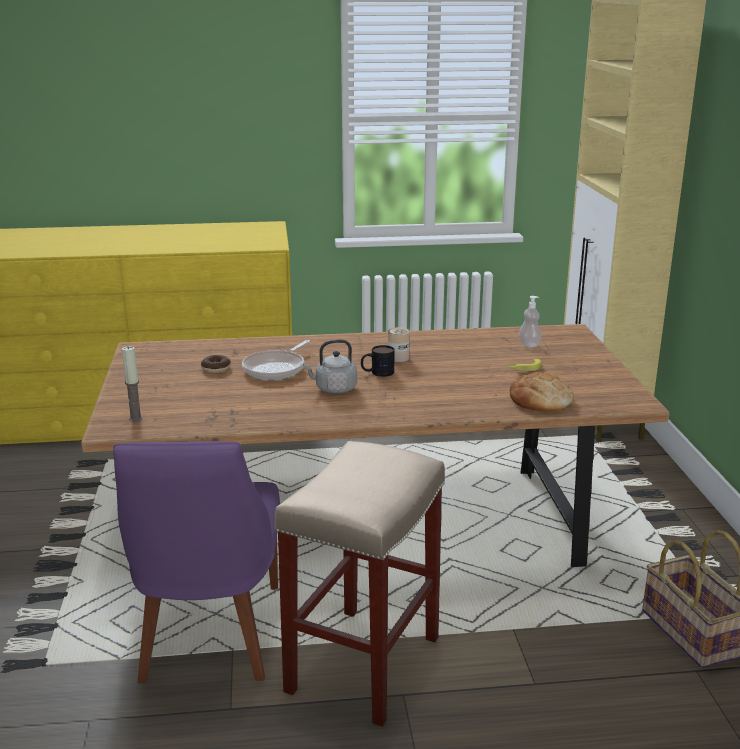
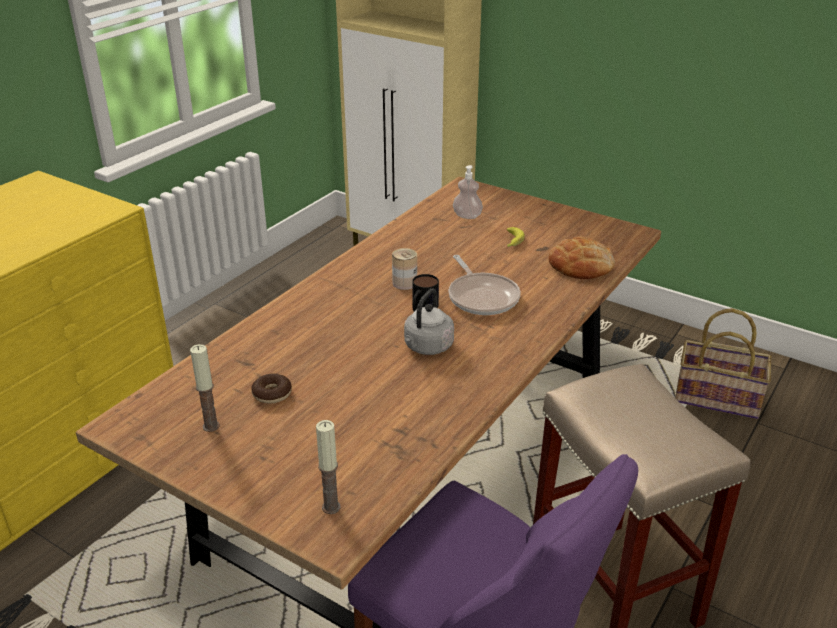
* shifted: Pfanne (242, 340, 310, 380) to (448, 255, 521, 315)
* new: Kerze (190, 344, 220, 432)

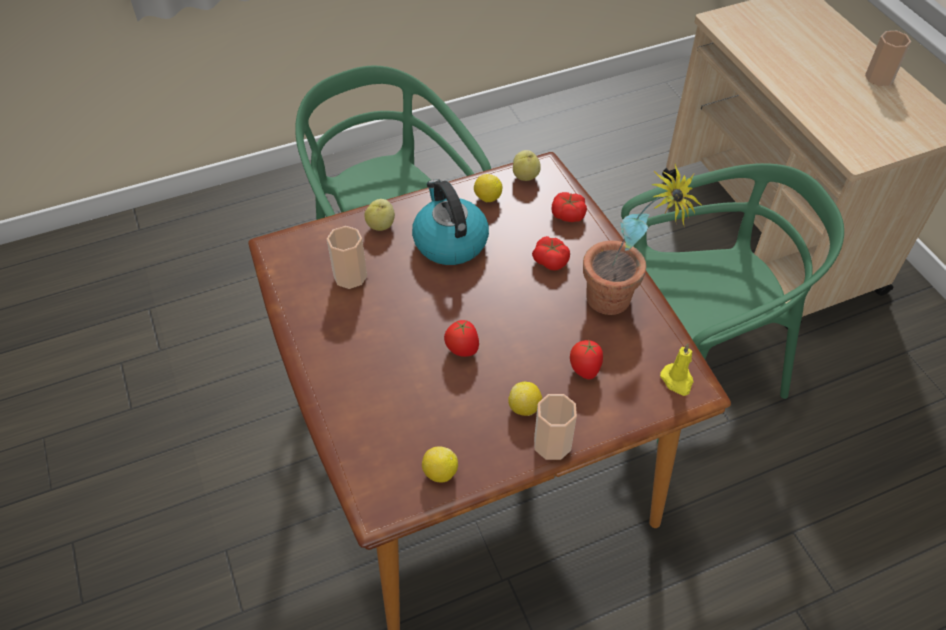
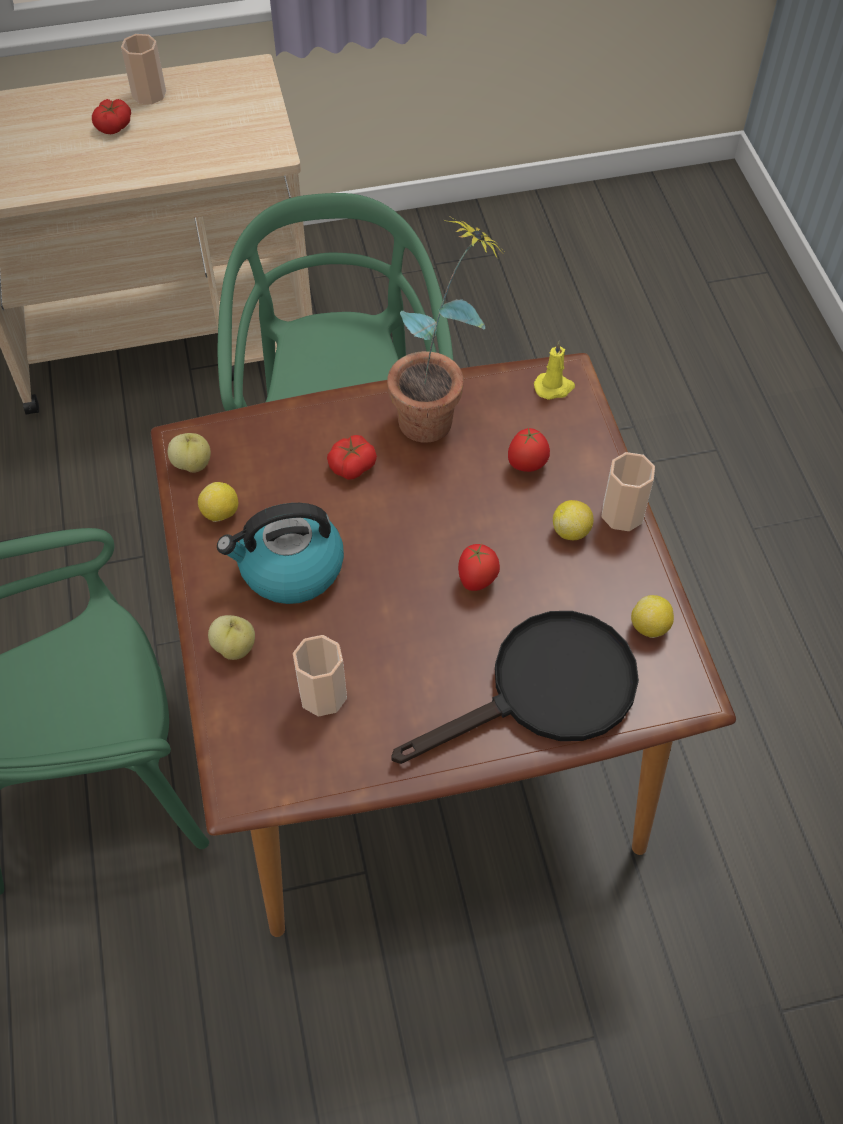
* shifted: Tomate (552, 192, 587, 222) to (92, 99, 131, 134)
* new: Pfanne/schwarz (391, 611, 639, 764)

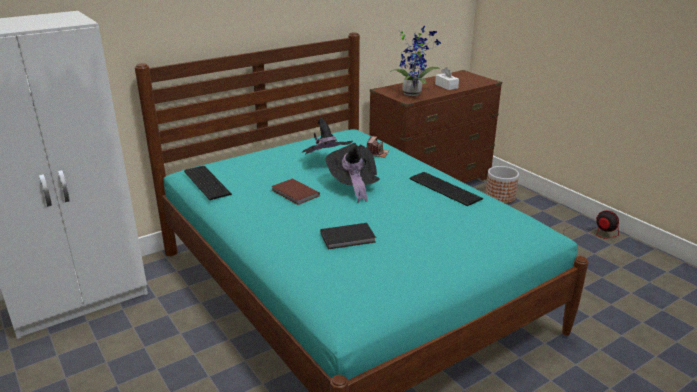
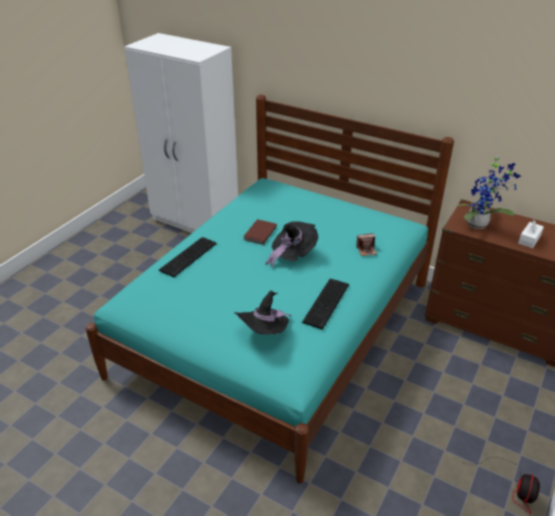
* shifted: Hut/schwarz (302, 117, 353, 155) to (234, 290, 292, 334)
* shifted: Tastatur (184, 166, 232, 200) to (159, 237, 217, 277)
* gone: Pflanzkübel (485, 166, 519, 203)
* gone: Buch/schwarz (320, 223, 376, 250)

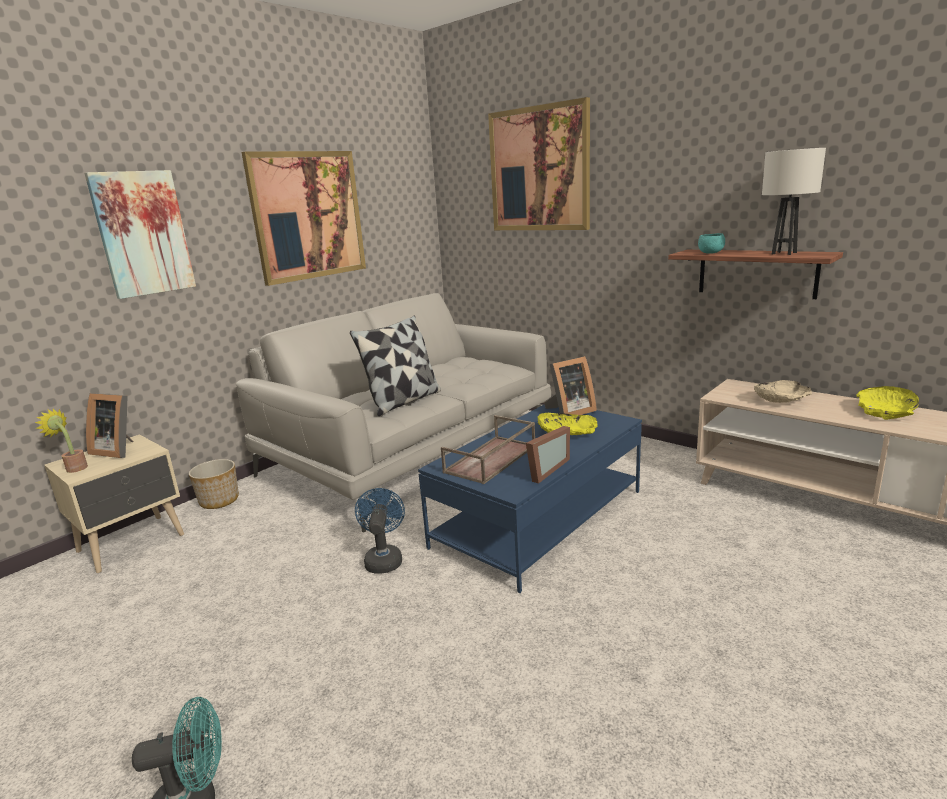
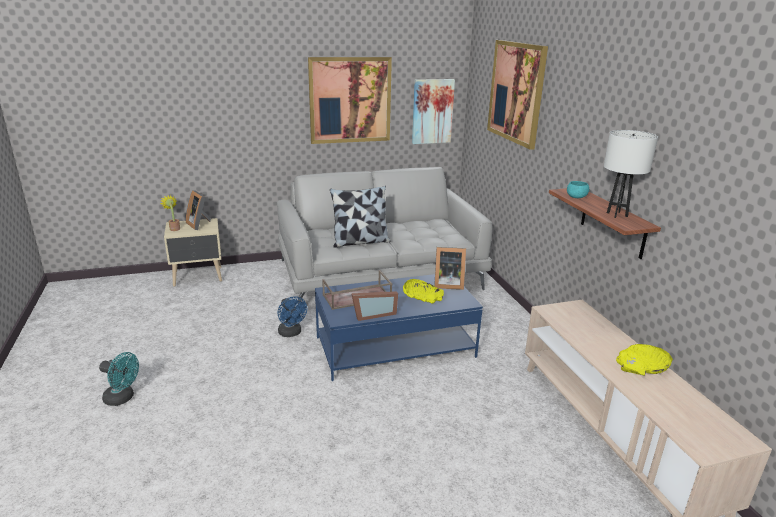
* shifted: Bild (84, 170, 196, 299) to (412, 79, 455, 144)
* gone: Schüssel/beige (754, 380, 812, 403)
* gone: Pflanzkübel (189, 459, 239, 509)
* rotated: Ventilator/blau (355, 488, 405, 573) = (277, 296, 307, 337) 120 degrees clockwise

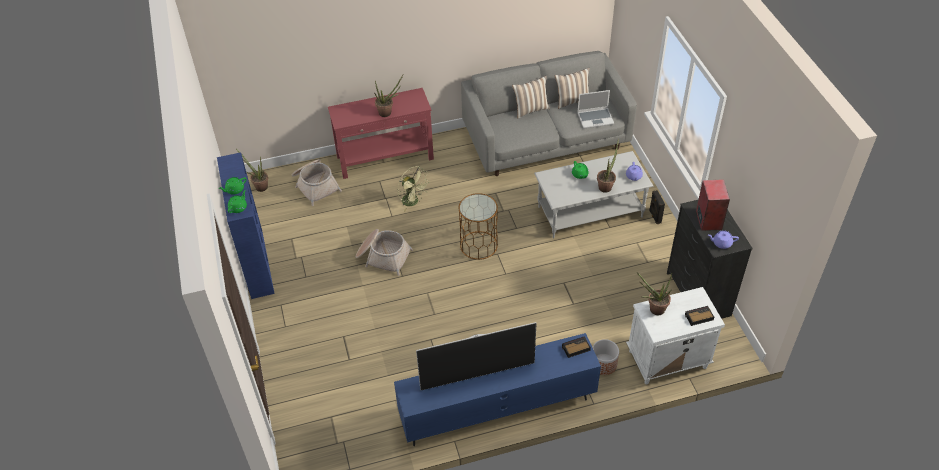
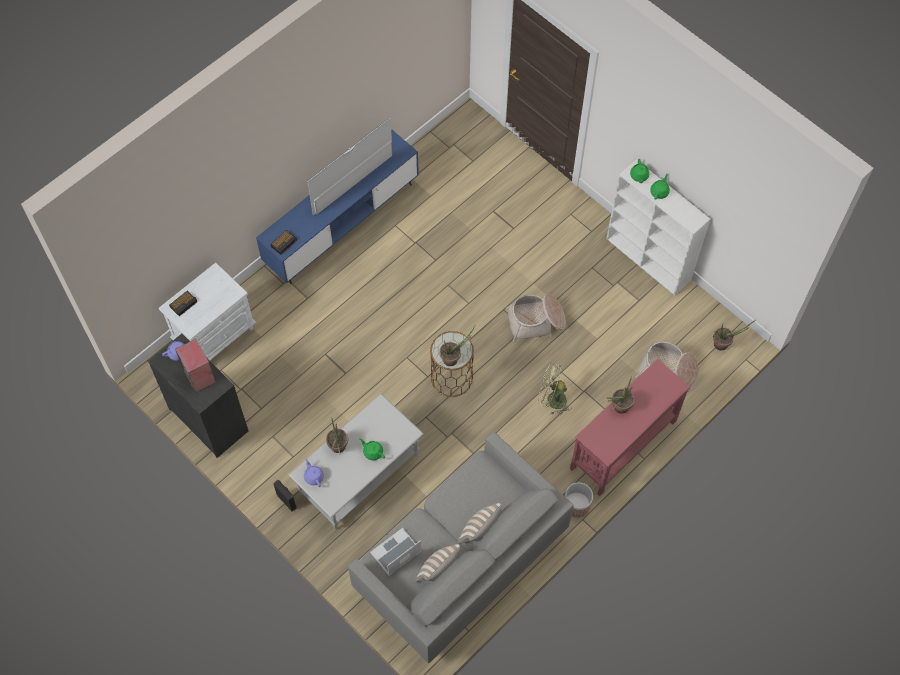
* repainted: Bücherregal/blau (217, 152, 275, 299) to Bücherregal/weiß (606, 160, 710, 295)
* shifted: Topfpflanze (637, 273, 672, 315) to (440, 326, 475, 366)
* shifted: Pflanzkübel (592, 339, 619, 375) to (565, 482, 593, 517)

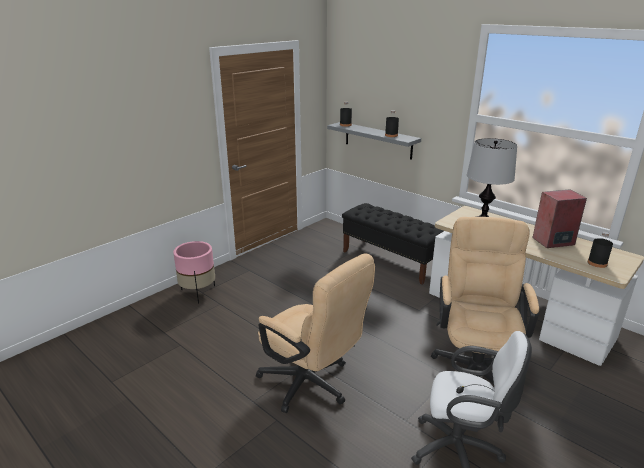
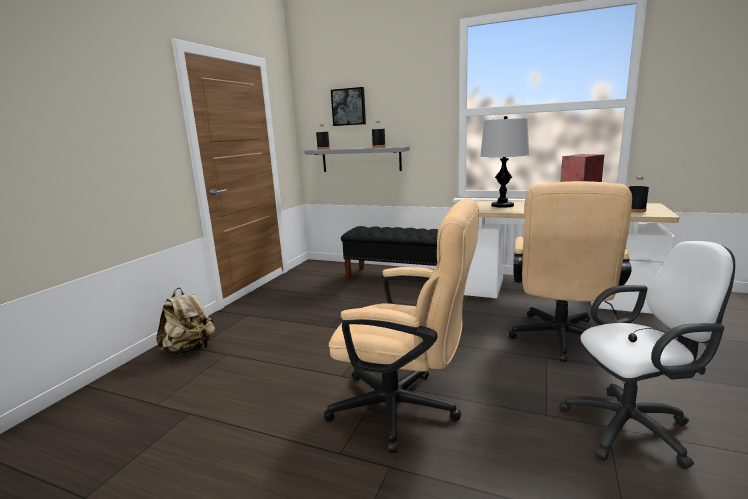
* rotated: Bürostuhl/beige (431, 217, 539, 385) = (508, 181, 632, 362) 150 degrees counterclockwise
* swapped: Pflanzkübel/rosa (173, 241, 215, 303) to Rucksack/beige (156, 288, 215, 354)
* new: Bild (331, 87, 366, 126)

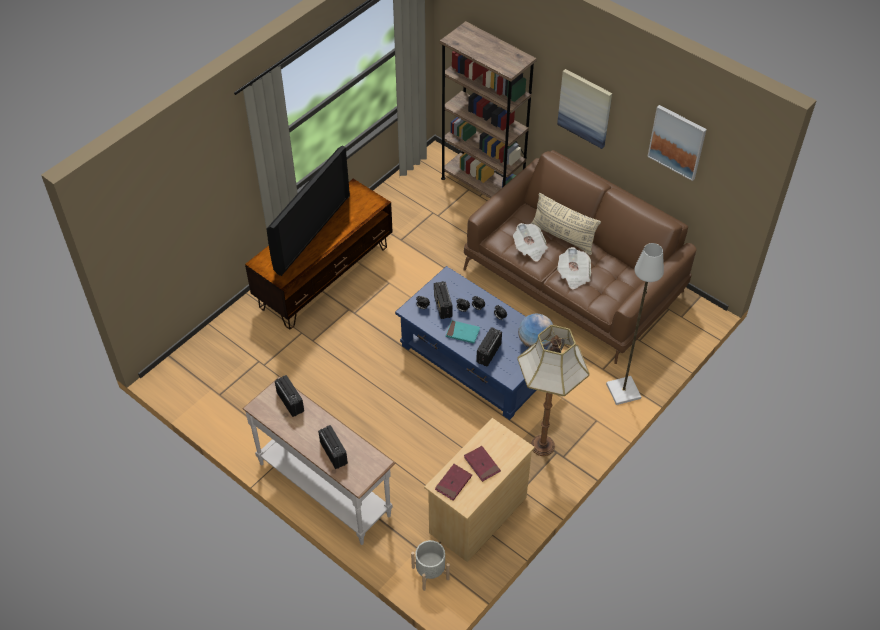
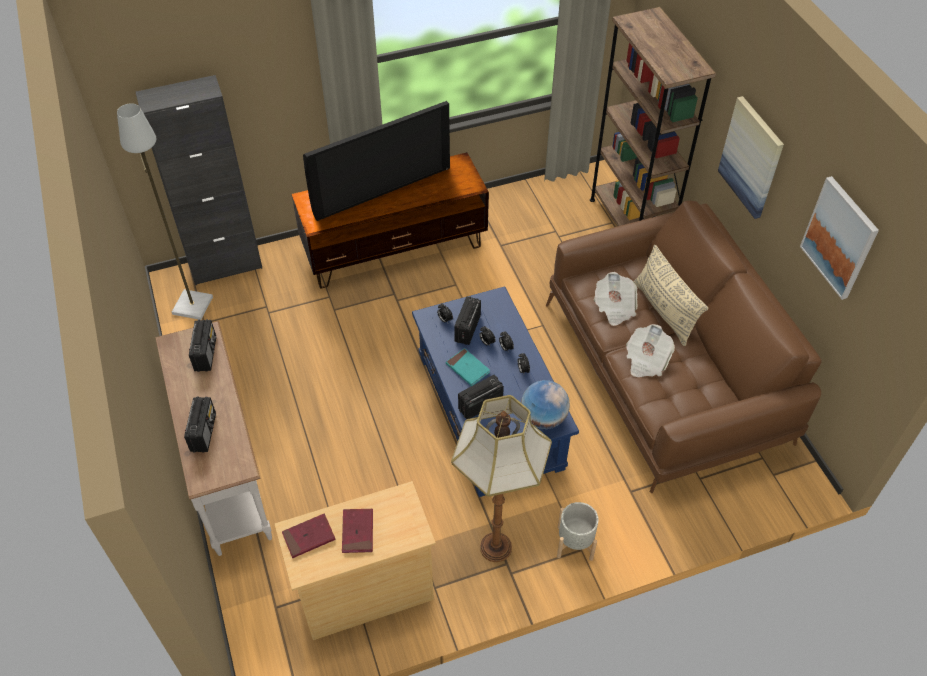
* shifted: Stehlampe/grau (606, 243, 664, 405) to (117, 103, 213, 320)
* shifted: Pflanzkübel/grau (411, 540, 450, 591) to (557, 502, 599, 561)
* new: Schrank/schwarz (136, 75, 263, 285)

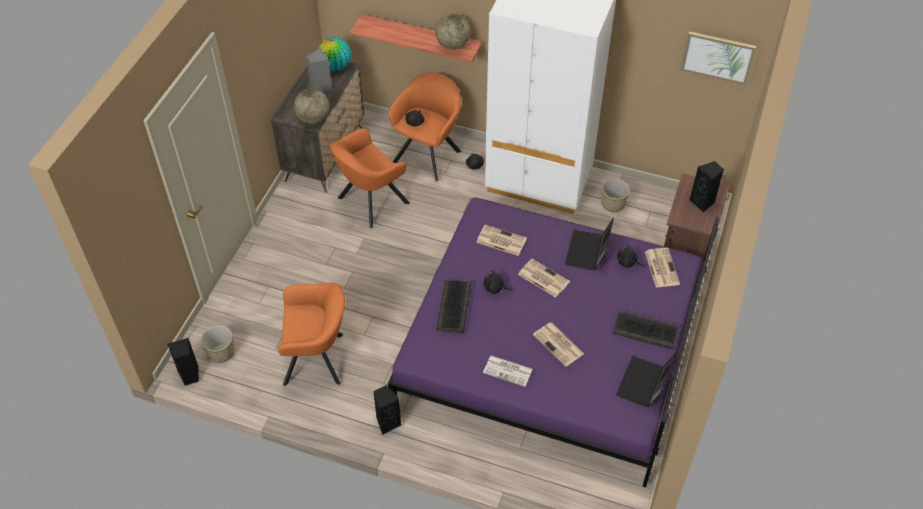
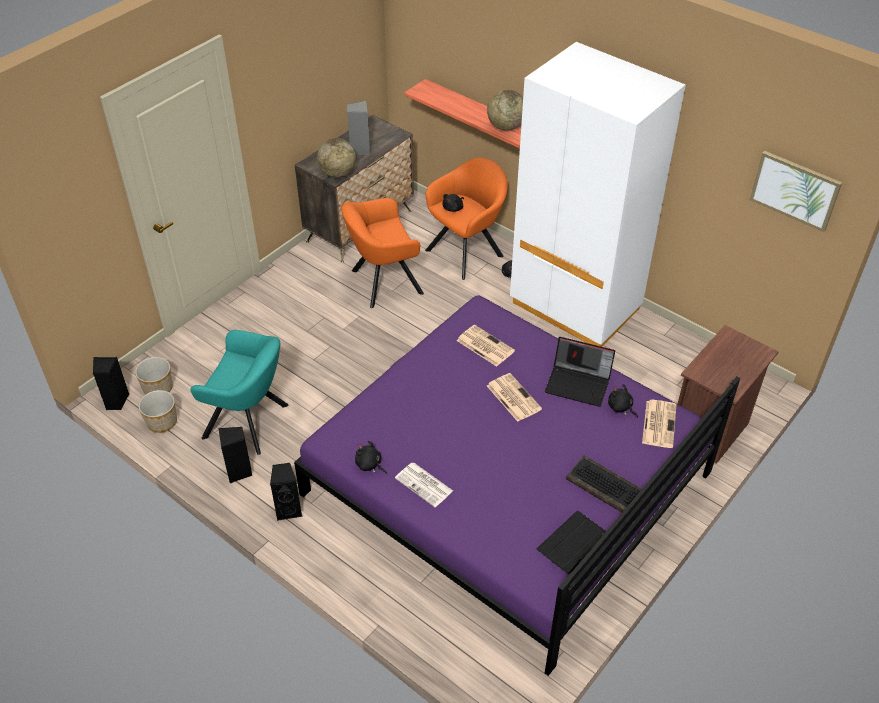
* gone: Globus (319, 37, 351, 71)
* shifted: Lautsprecher/schwarz (690, 161, 724, 213) to (218, 427, 252, 483)
* shifted: Pflanzkübel (601, 179, 630, 212) to (138, 390, 177, 433)
* rotated: Laptop (565, 218, 614, 270) = (545, 337, 615, 406) 105 degrees counterclockwise
* shifted: Plüschtier/schwarz (484, 270, 512, 294) to (355, 441, 387, 474)
* gone: Tastatur (436, 280, 471, 333)
* repainted: Sessel/orange (277, 283, 345, 386) to Sessel/türkis (190, 330, 288, 455)
* gone: Zeitung (533, 323, 584, 367)

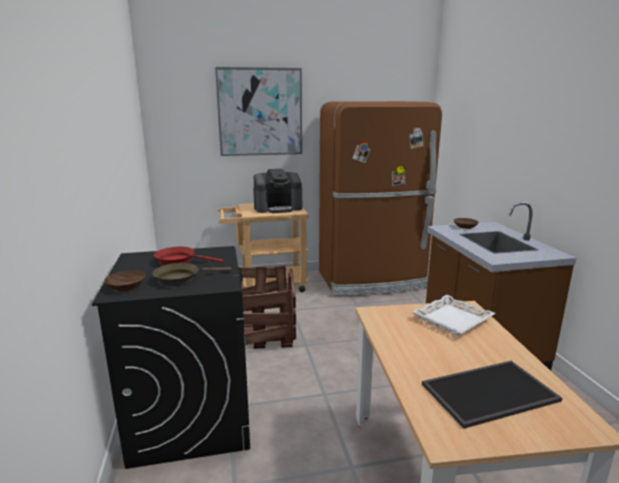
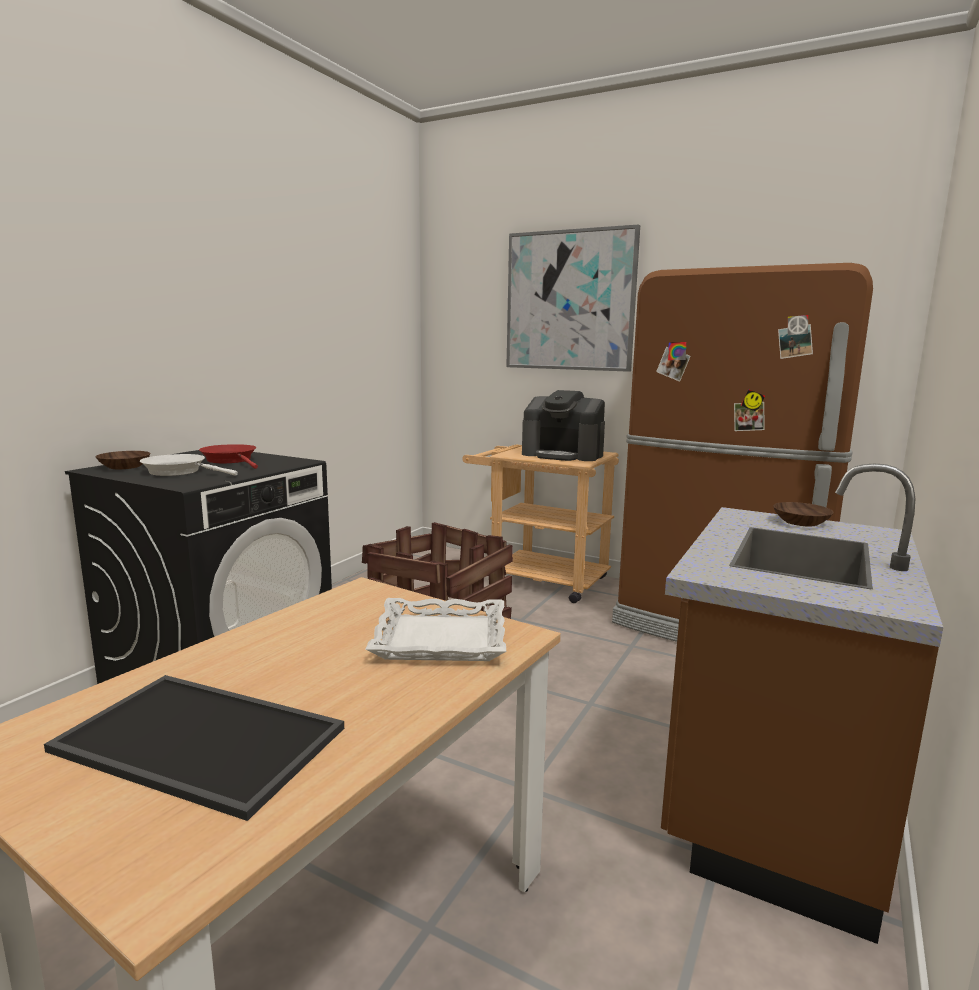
* repainted: Pfanne/braun (153, 263, 231, 286) to Pfanne/weiß (140, 454, 238, 476)

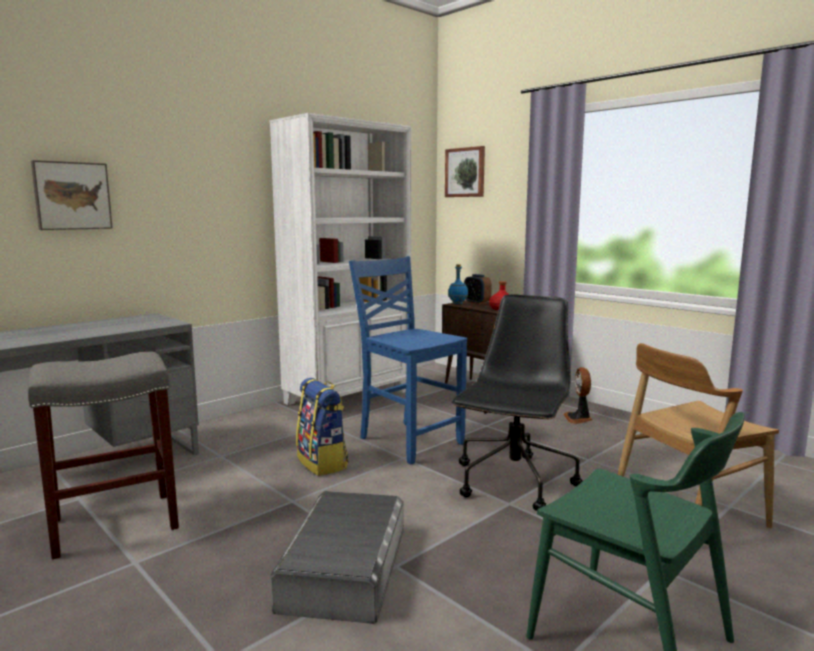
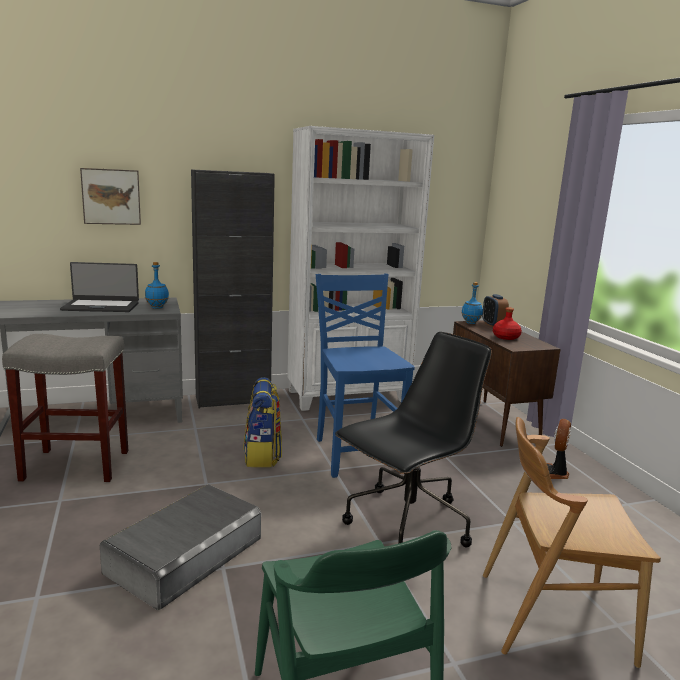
* gone: Bild (445, 146, 485, 197)
* new: Schrank/schwarz (191, 169, 275, 408)
* new: Laptop (60, 262, 139, 312)
* new: Flasche/blau (145, 262, 169, 309)

